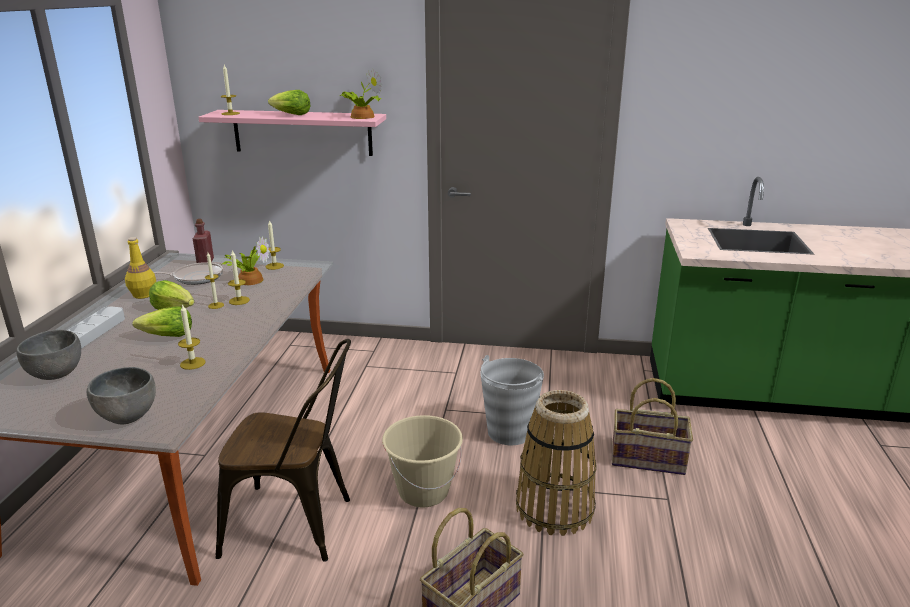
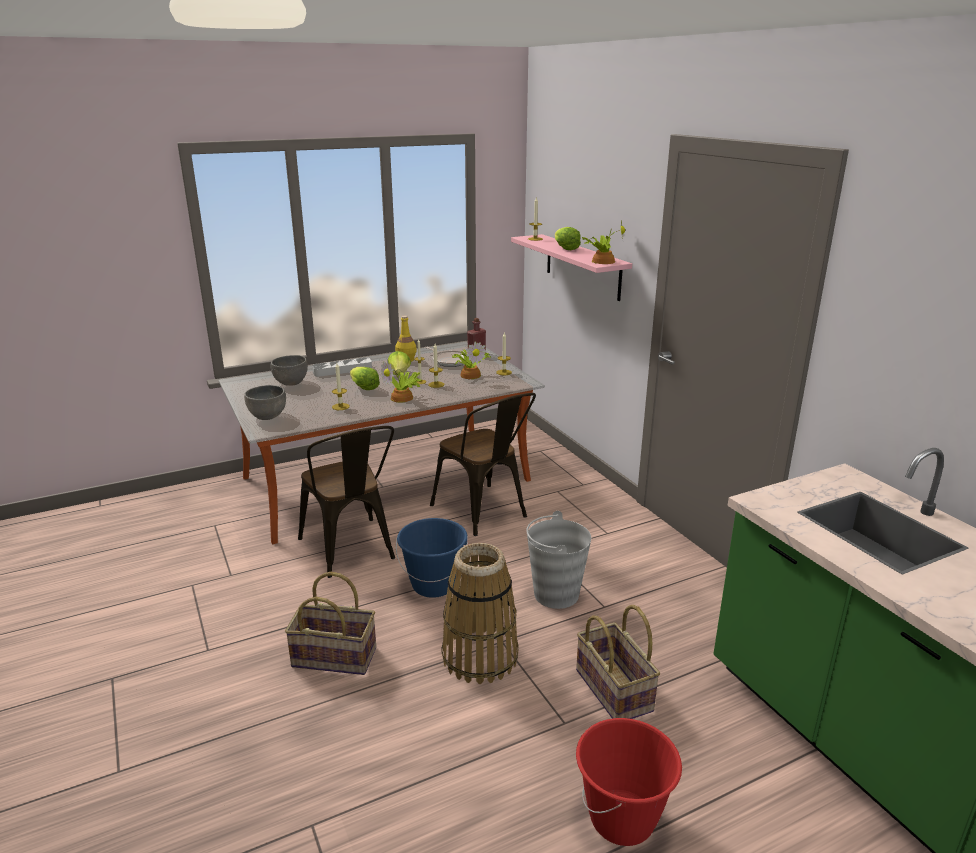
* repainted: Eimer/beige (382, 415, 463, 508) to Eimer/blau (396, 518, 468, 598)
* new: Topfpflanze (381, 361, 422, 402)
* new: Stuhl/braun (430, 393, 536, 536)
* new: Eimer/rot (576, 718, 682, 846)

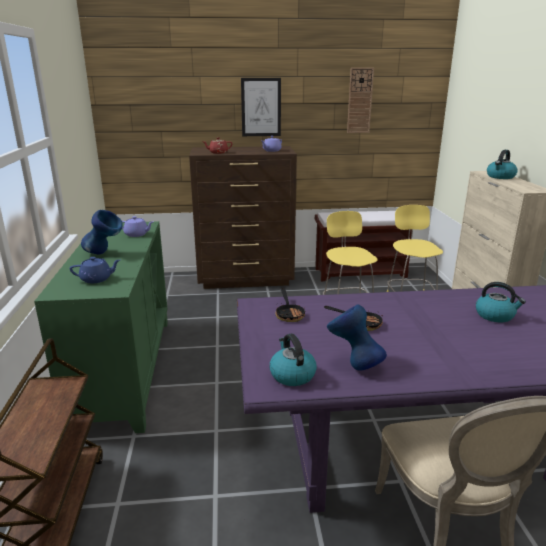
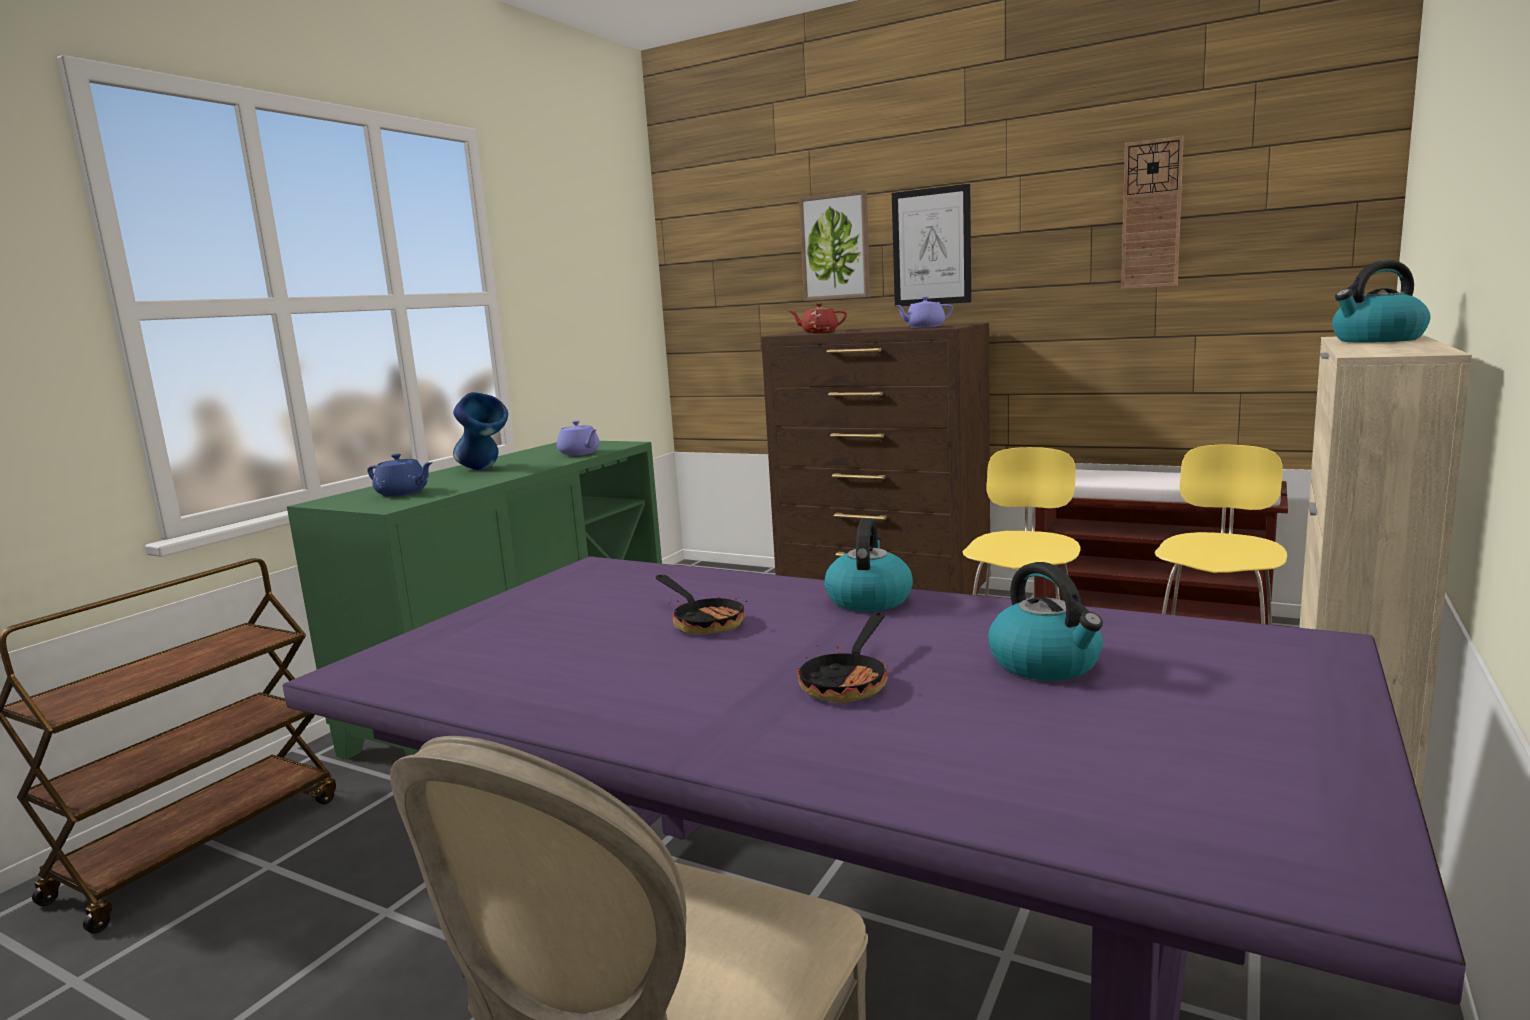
* shifted: Pfanne (275, 288, 306, 322) to (797, 612, 888, 703)
* gone: Vase/blau (327, 304, 387, 371)
* shifted: Wasserkessel (269, 334, 317, 386) to (824, 518, 913, 612)
* new: Bild (799, 190, 870, 301)

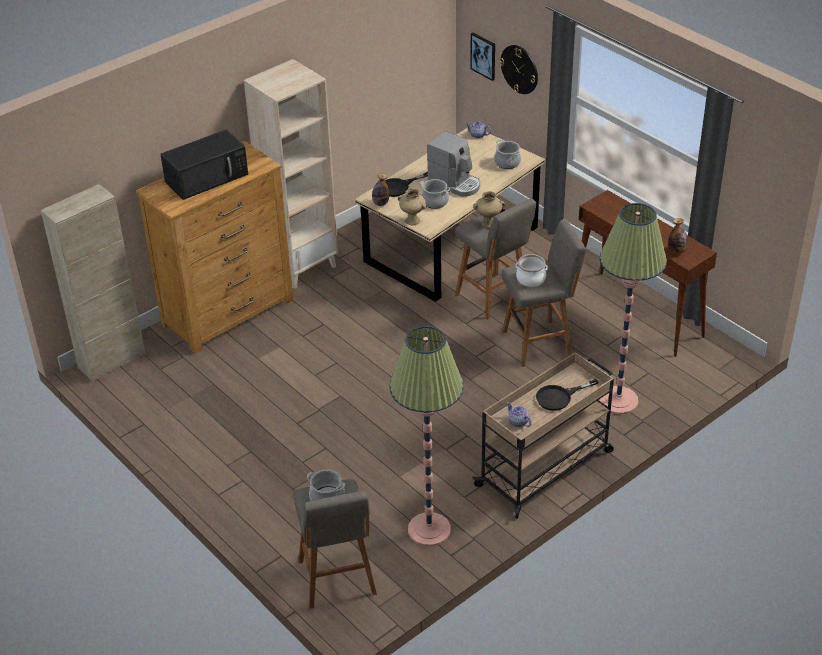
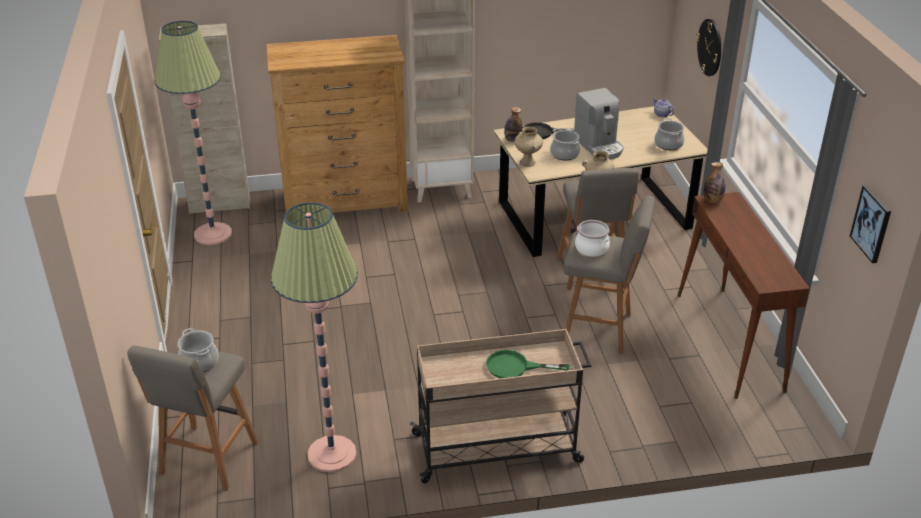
* shifted: Bild (470, 33, 495, 81) to (850, 185, 891, 263)
* gone: Mikrowelle/schwarz (160, 130, 248, 200)
* shifted: Stehlampe (599, 203, 667, 414) to (155, 21, 232, 245)
* shifted: Flasche (668, 218, 688, 254) to (703, 162, 725, 203)
* repainted: Pfanne/schwarz (536, 379, 599, 411) to Pfanne/grün (486, 350, 569, 378)
* gone: Teekanne (507, 402, 531, 427)

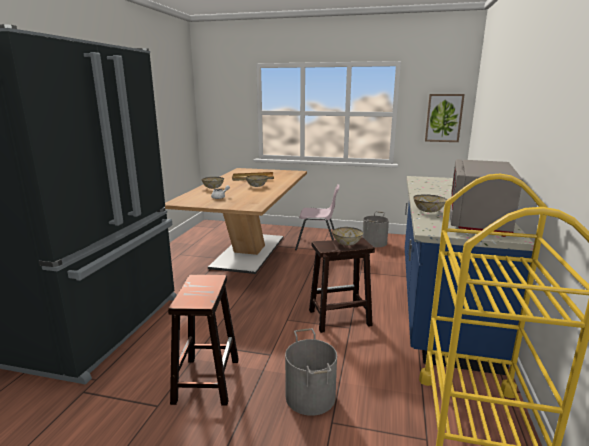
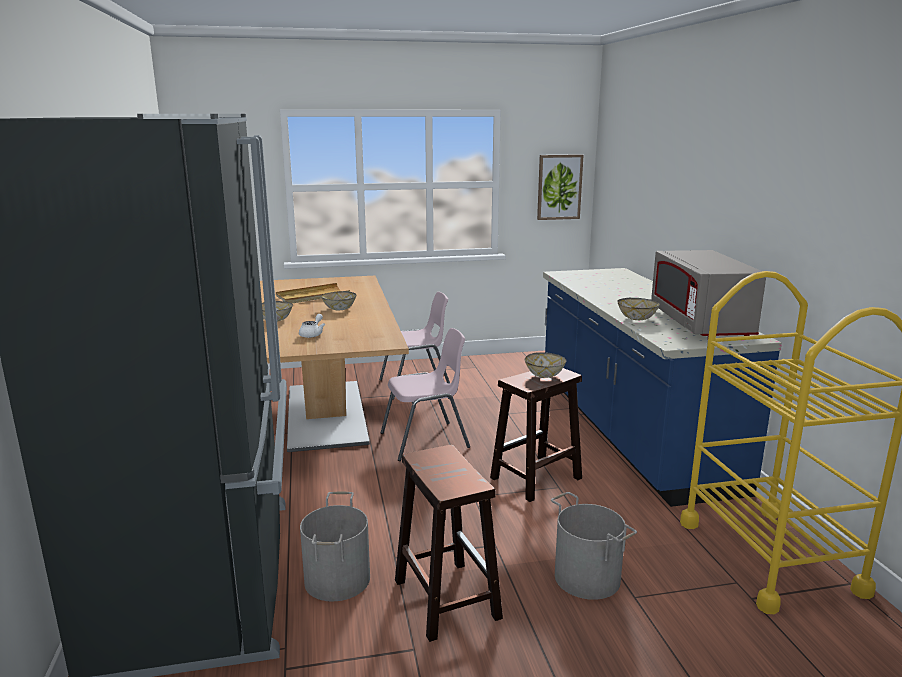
* shifted: Eimer/grau (362, 211, 389, 247) to (300, 492, 370, 601)
* new: Stuhl/rosa (381, 328, 470, 461)

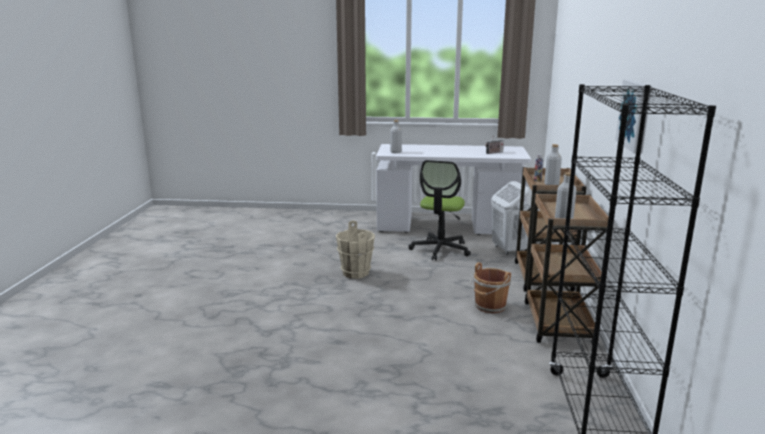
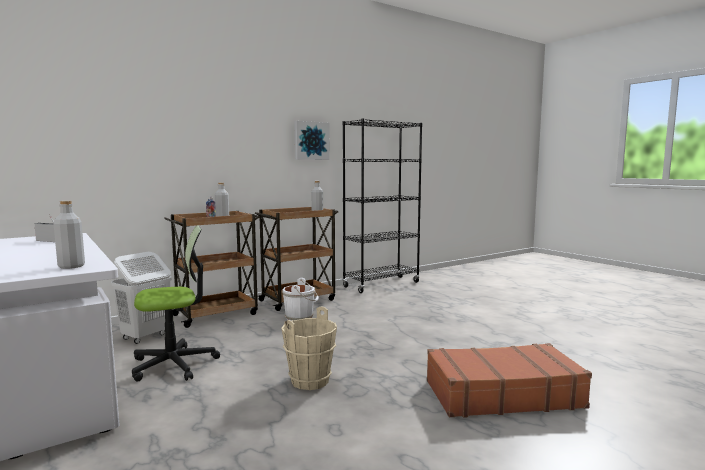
* repainted: Eimer/braun (470, 262, 512, 313) to Eimer/weiß (282, 278, 319, 321)
* new: Koffer/braun (427, 343, 592, 417)

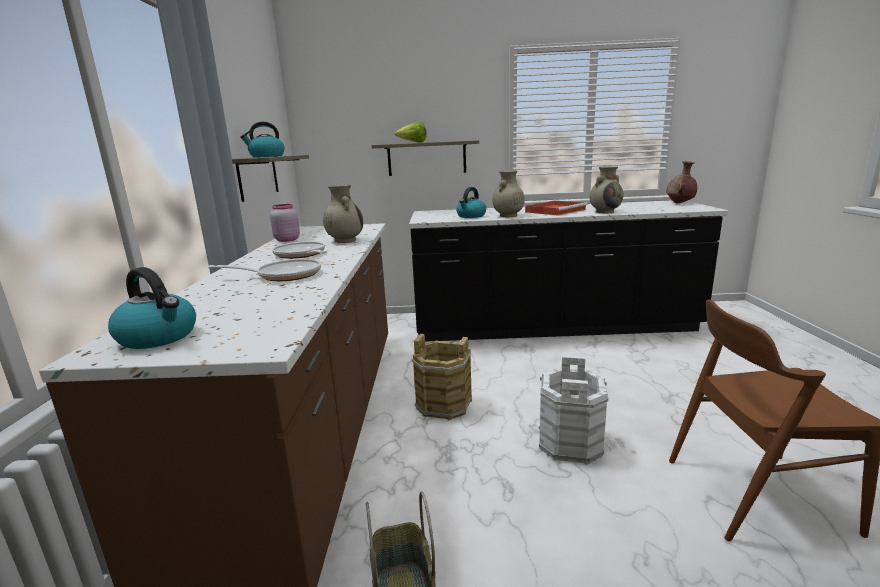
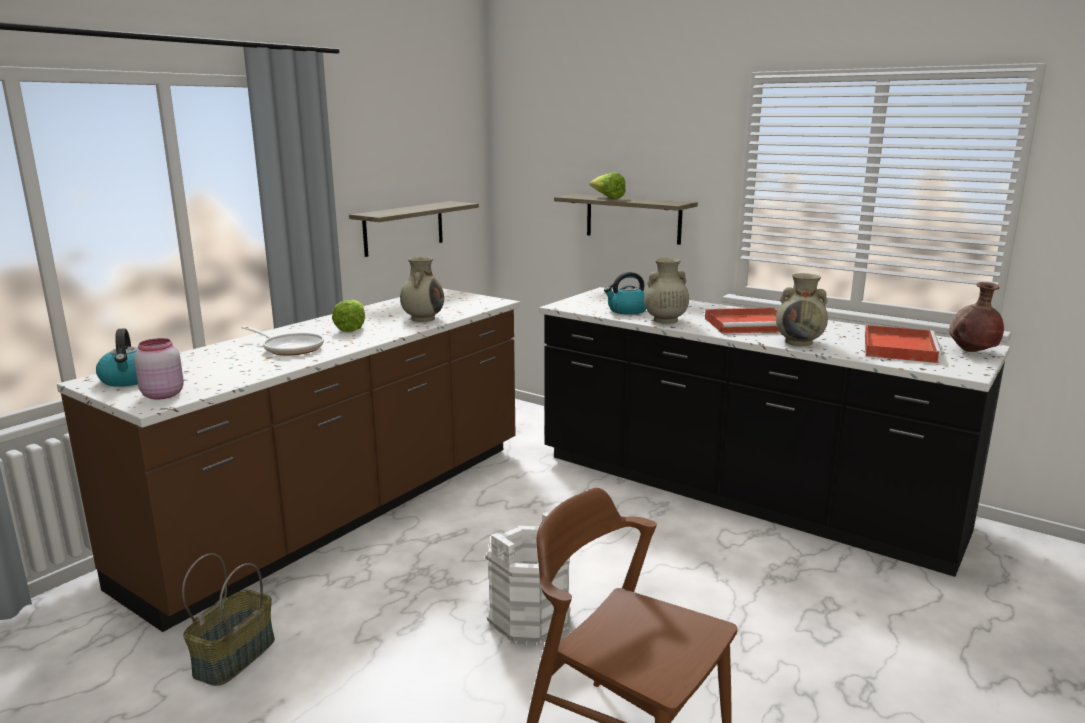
* gone: Wasserkessel (240, 122, 285, 157)
* shifted: Vorratsglas/rosa (270, 204, 300, 242) to (134, 338, 184, 400)
* swapped: Pfanne (272, 241, 326, 259) to Salatkopf (332, 300, 365, 332)
* gone: Eimer/braun (412, 334, 472, 420)
* new: Tablett/rot (865, 325, 942, 363)

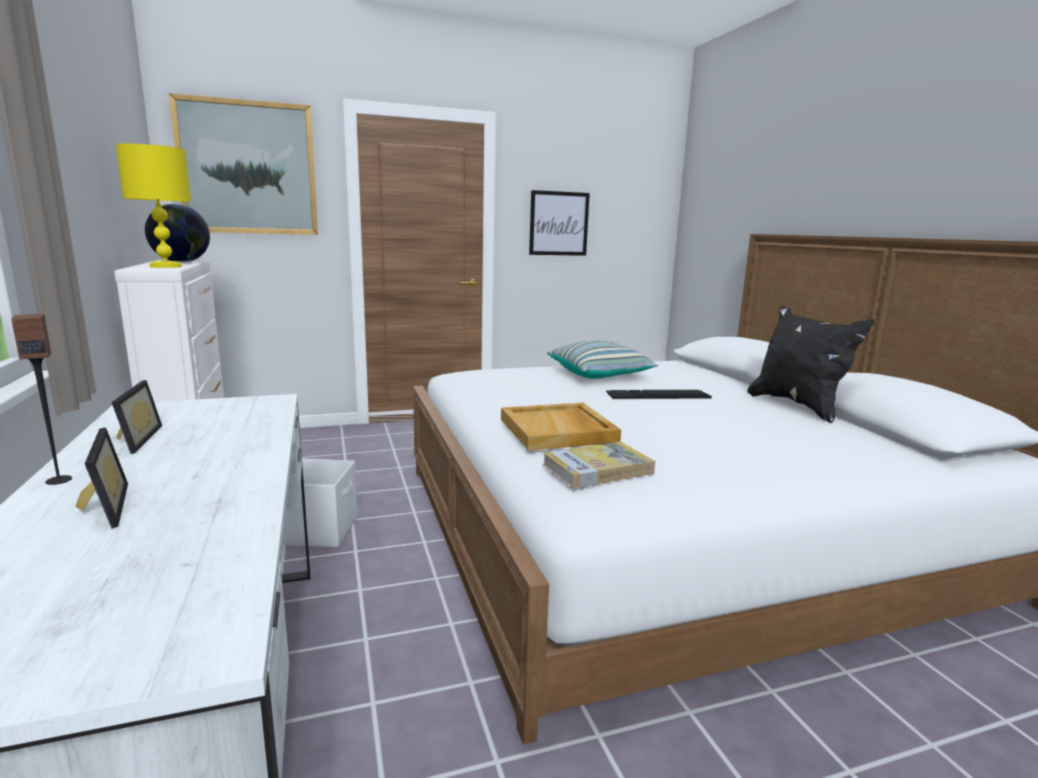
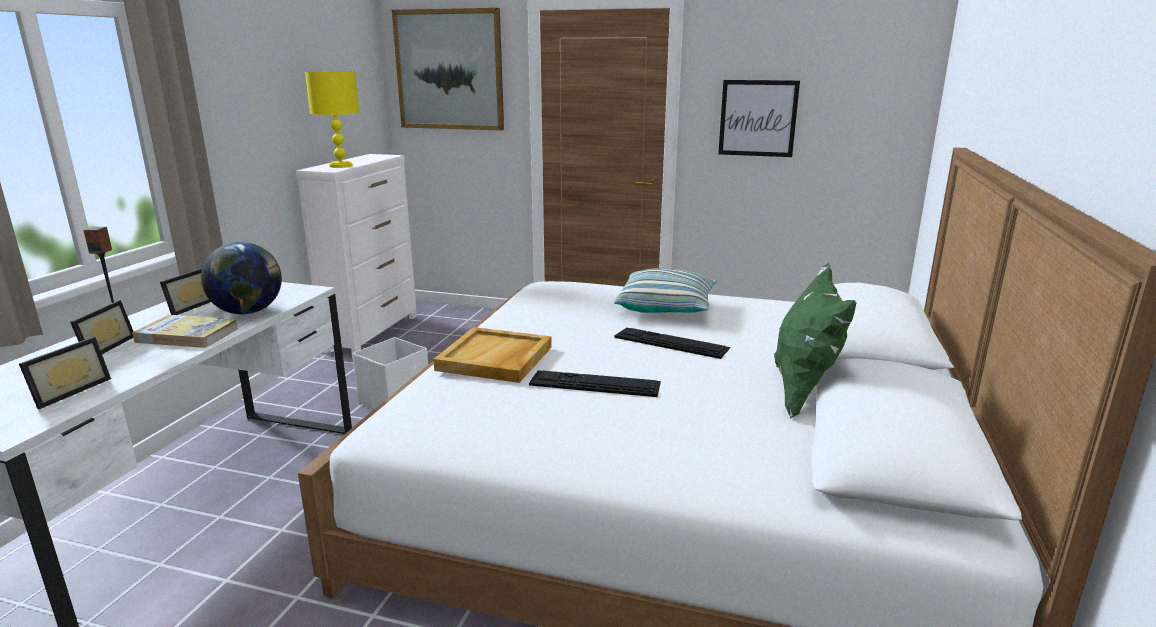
* shifted: Globus (145, 204, 210, 262) to (201, 242, 282, 314)
* repainted: Kissen/schwarz (747, 306, 875, 423) to Kissen/grün (774, 263, 856, 419)
* shifted: Buch (543, 441, 655, 488) to (132, 315, 238, 348)
* new: Bilderrahmen (19, 337, 111, 409)
* new: Tastatur (529, 370, 661, 397)

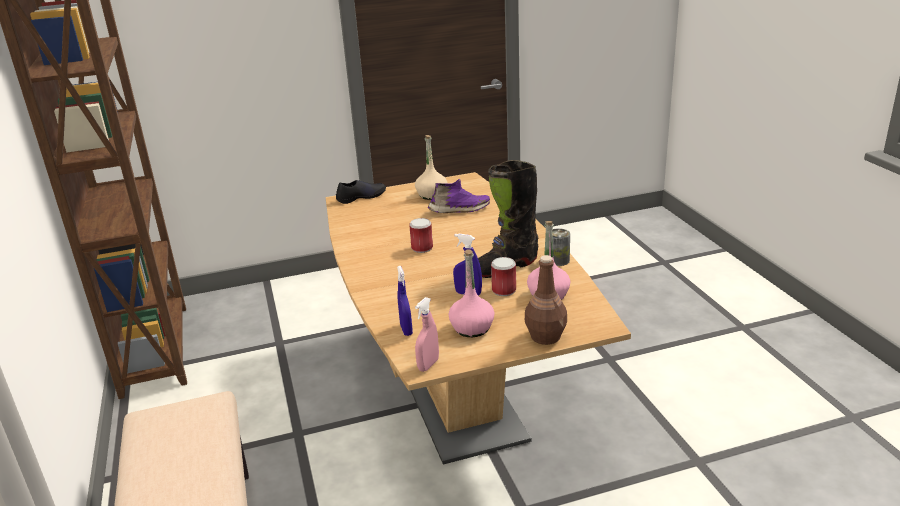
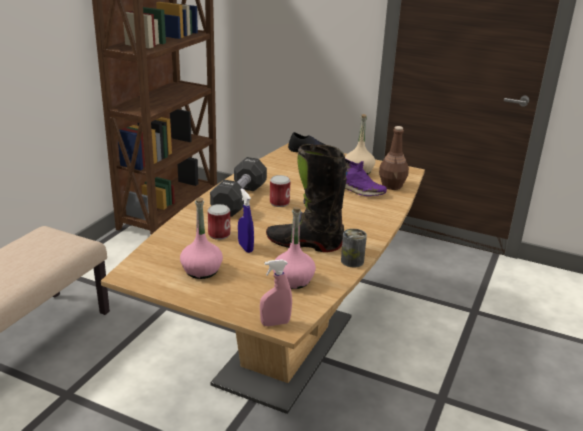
* shifted: Flasche/braun (525, 255, 567, 345) to (379, 126, 409, 190)
* shifted: Dose (491, 257, 516, 296) to (207, 204, 230, 240)
* gone: Sprühflasche/blau (397, 266, 413, 336)
* shifted: Sprühflasche/rosa (415, 297, 439, 372) to (260, 259, 292, 326)
* new: Hantel/schwarz (210, 157, 267, 217)

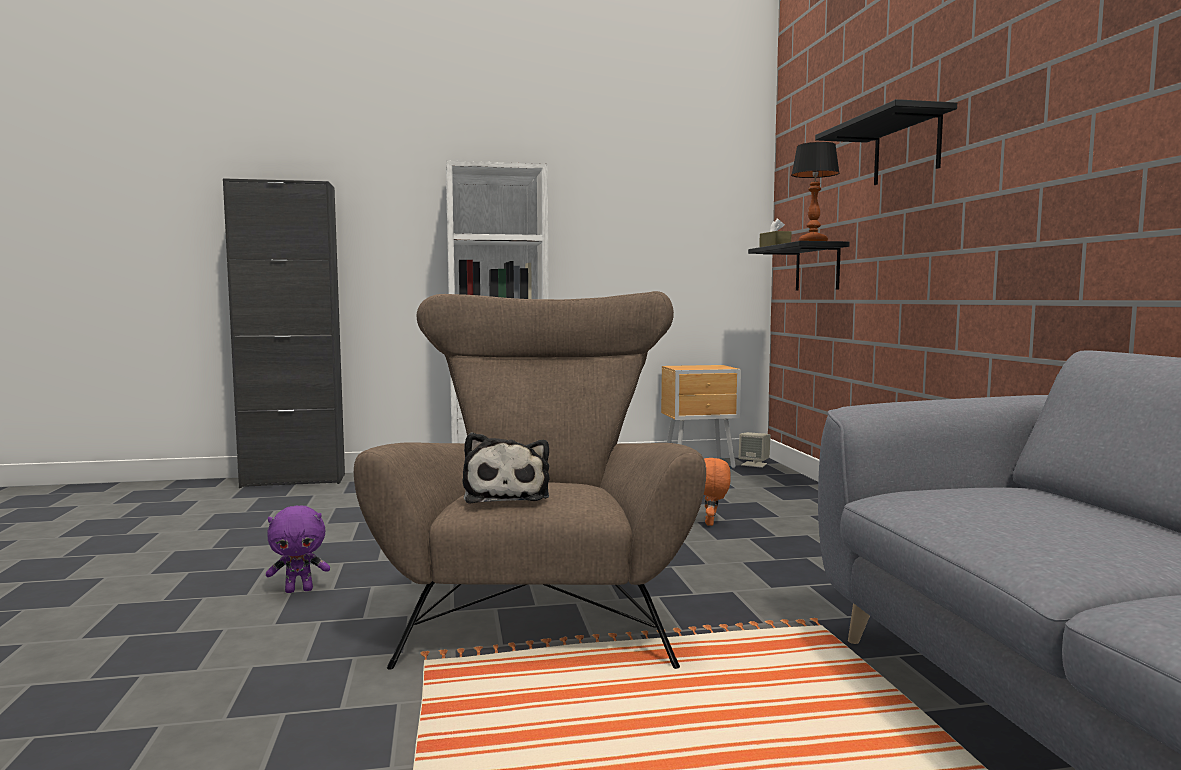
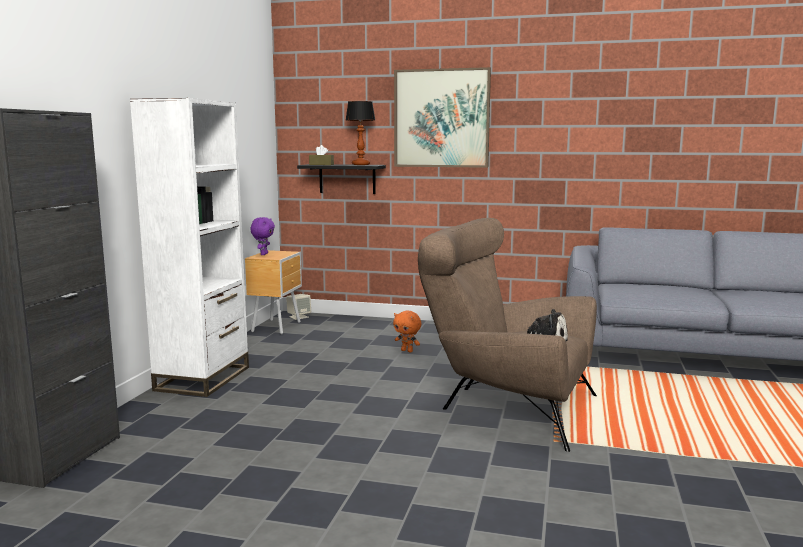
* swapped: Wandregal/schwarz (815, 99, 957, 185) to Bild (394, 67, 491, 168)
* shifted: Plüschtier/lila (266, 505, 330, 593) to (250, 217, 275, 255)

